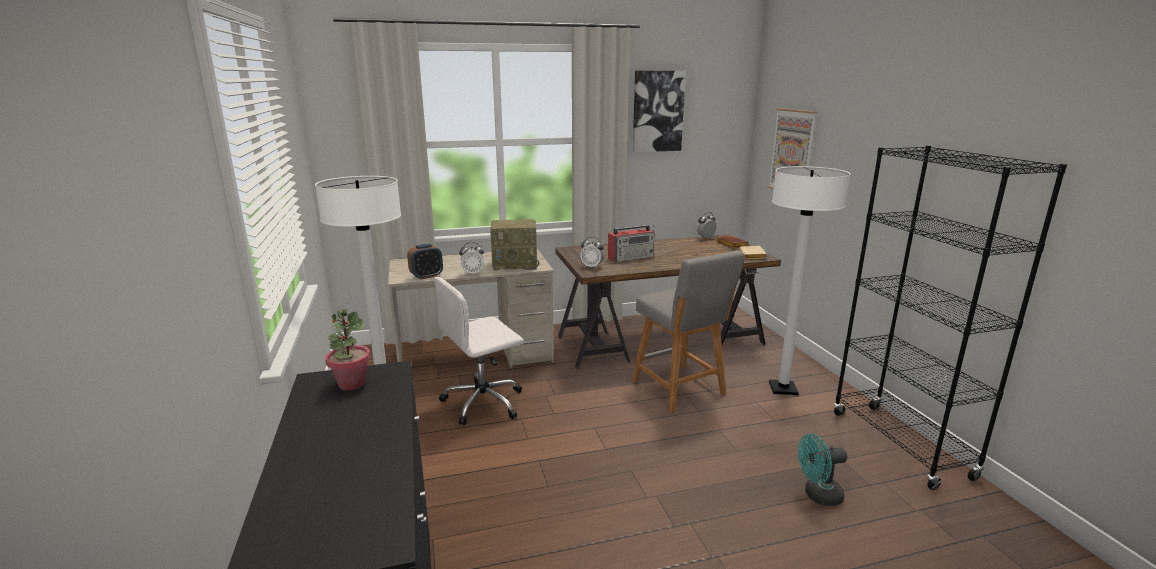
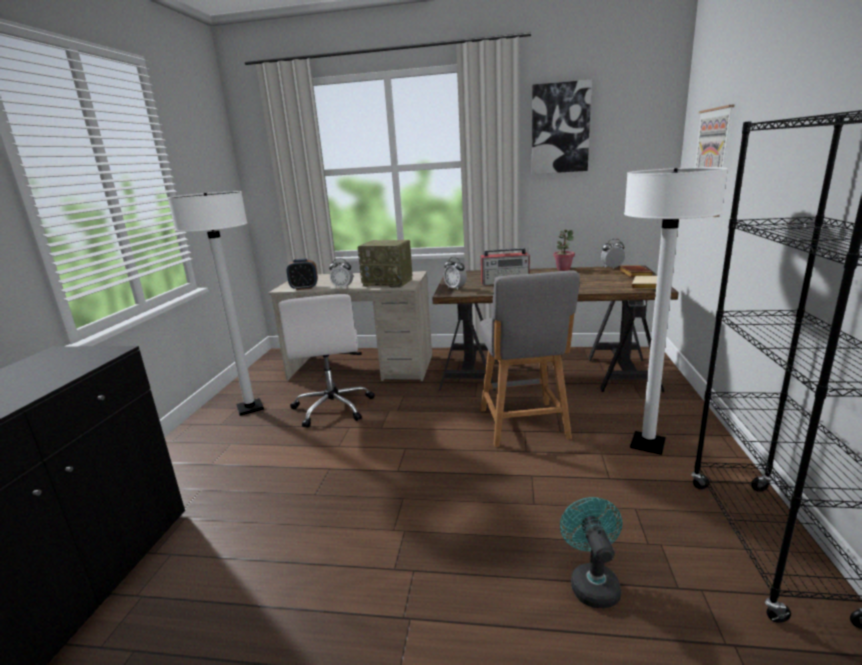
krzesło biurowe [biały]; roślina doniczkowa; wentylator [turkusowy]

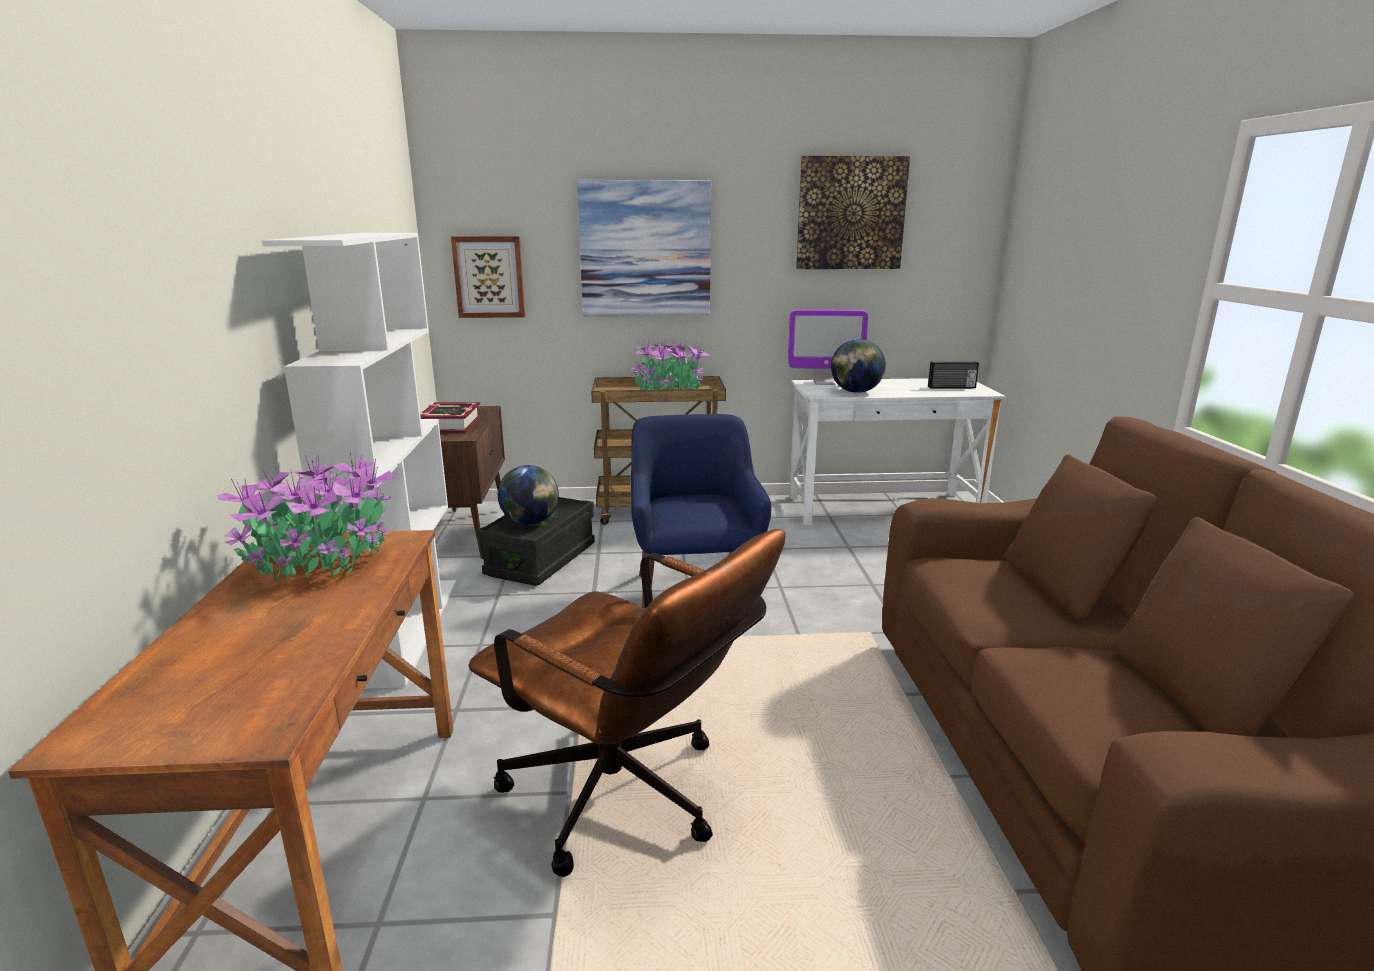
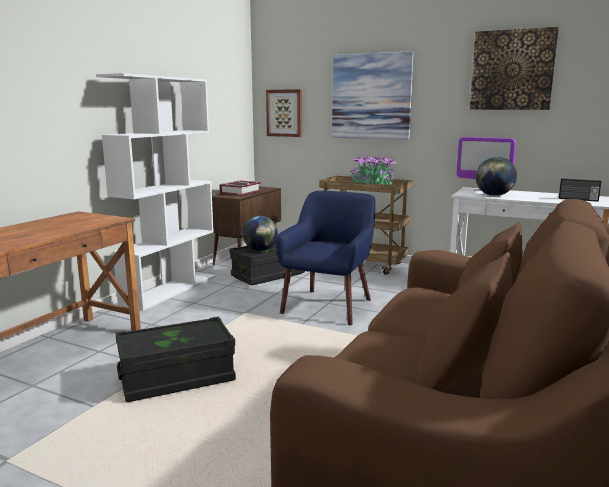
pojemnik do przechowywania [czarny] (1st from left); roślina doniczkowa (1st from left in the first image)

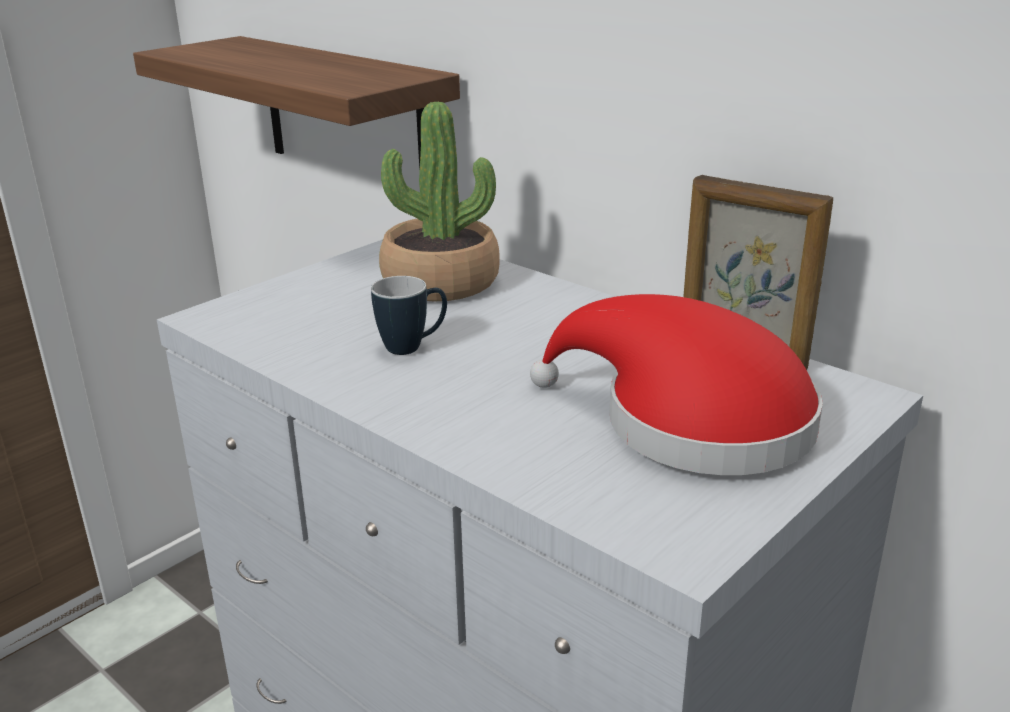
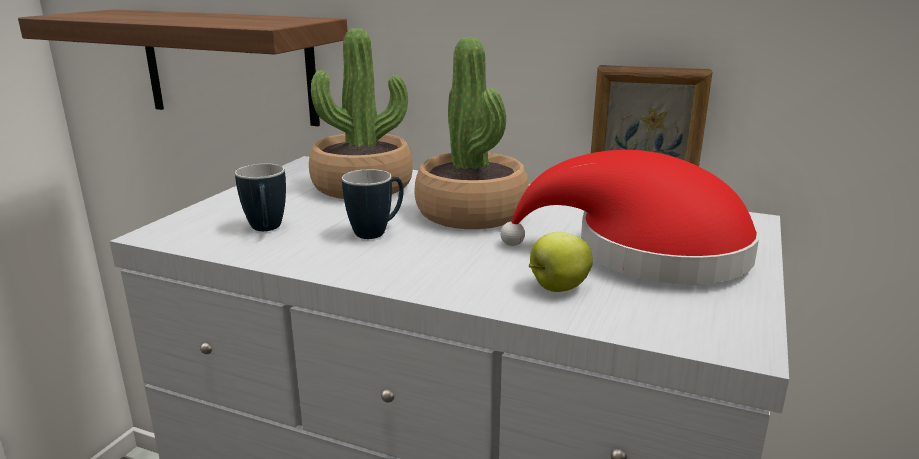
kubek (1st from left); roślina doniczkowa (2nd from left); jabłko

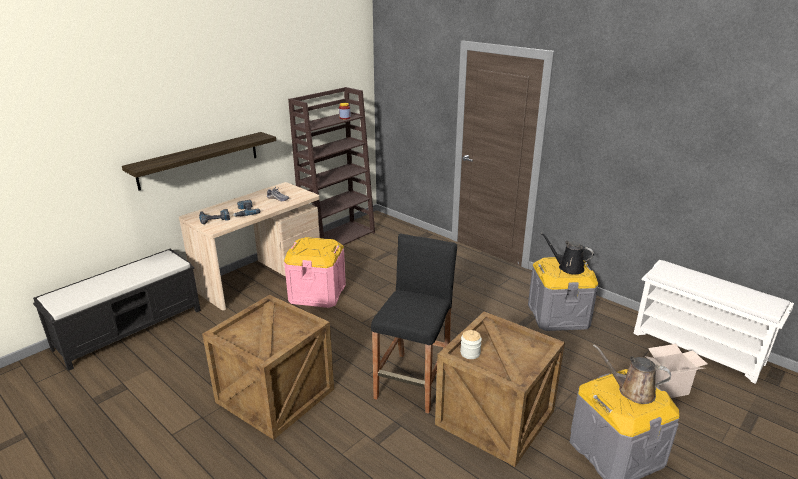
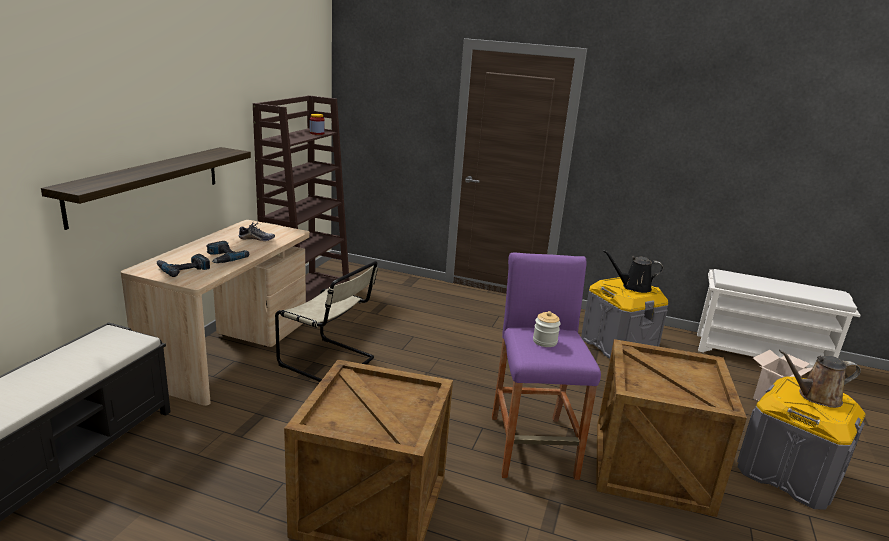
krzesło [beżowy]; stołek [fioletowy]; słoik (2nd from left)

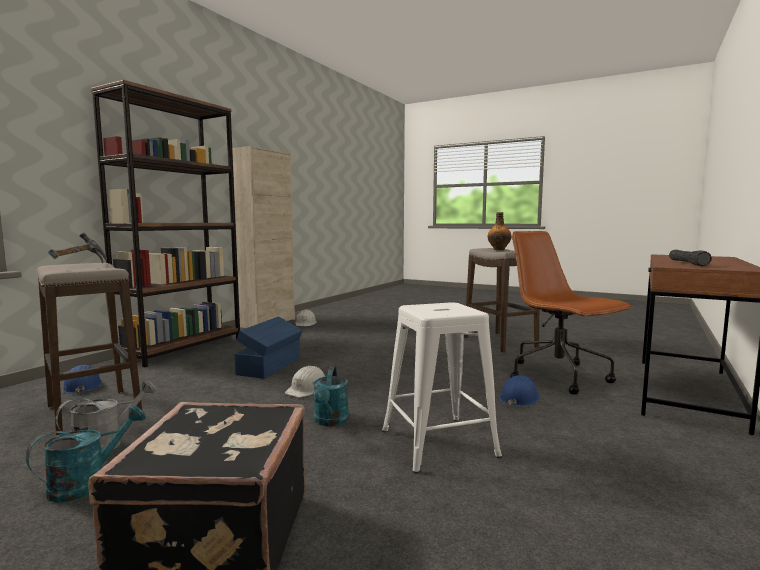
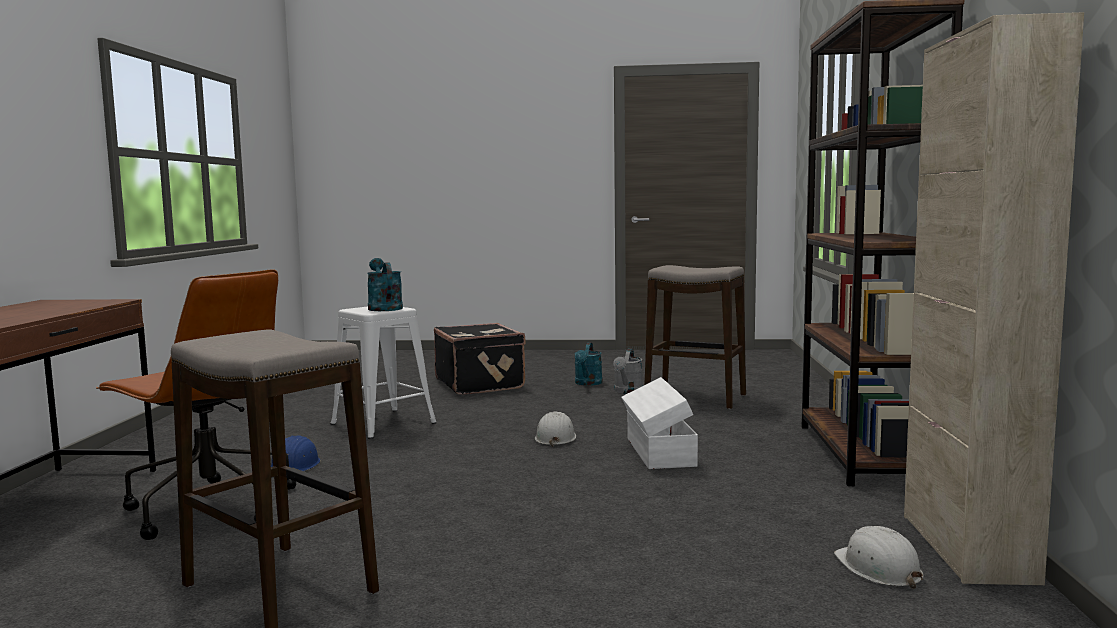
konewka [turkusowy] (1st from left); pojemnik do przechowywania [biały]; młotek; kask [niebieski] (1st from left in the first image); butelka; latarka [czarny]

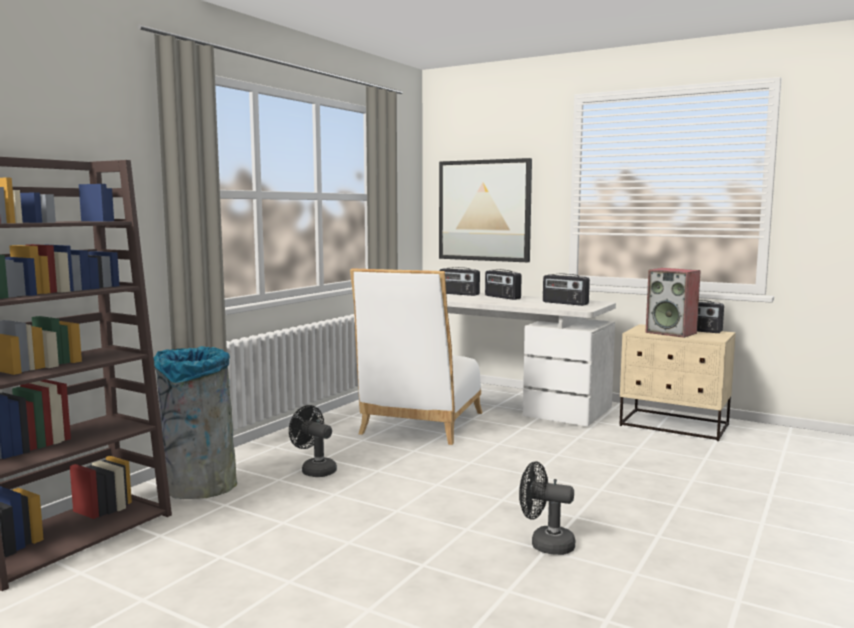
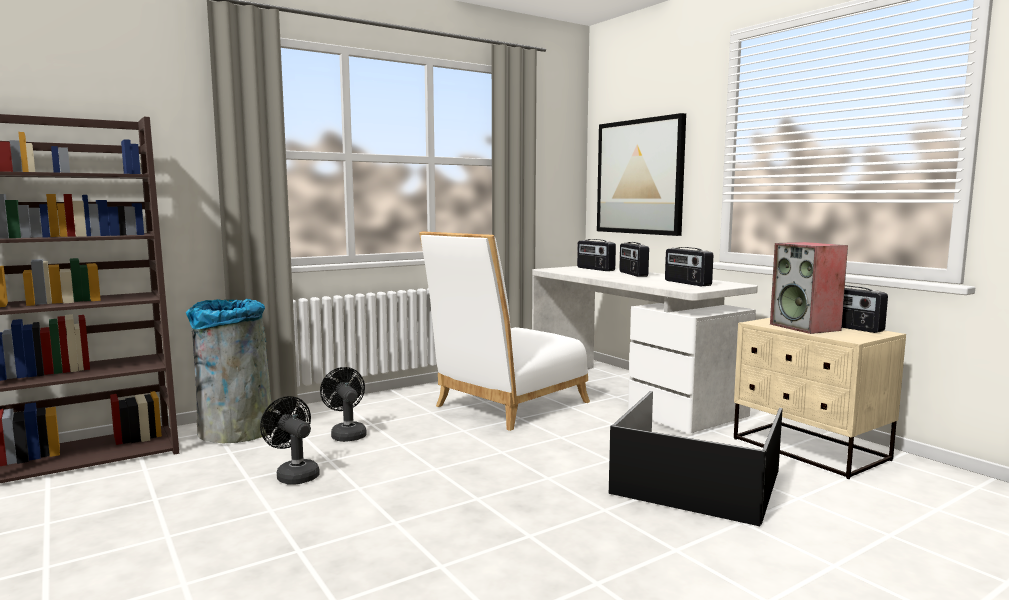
wentylator [czarny] (1st from left); pojemnik do przechowywania [czarny]

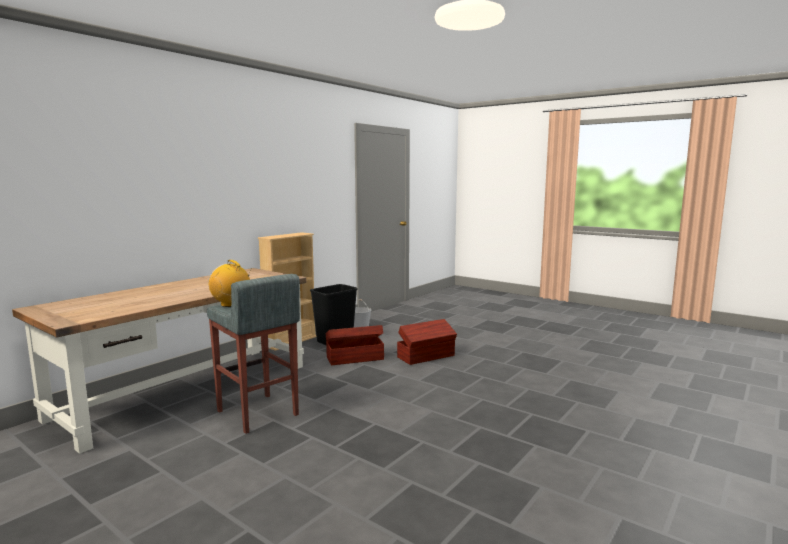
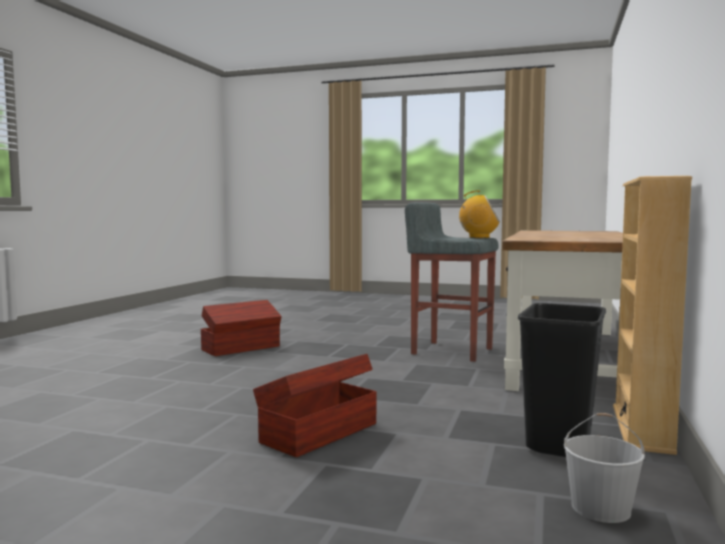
pojemnik do przechowywania [brązowy] (1st from left)

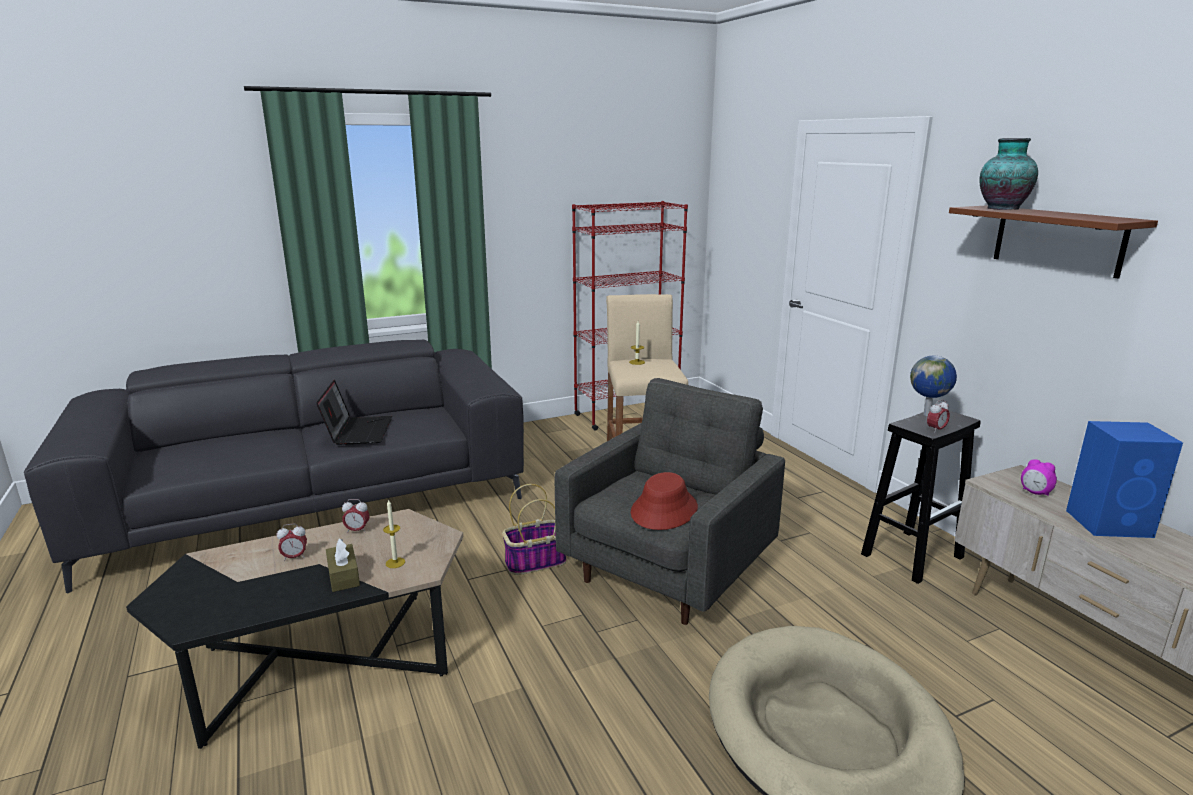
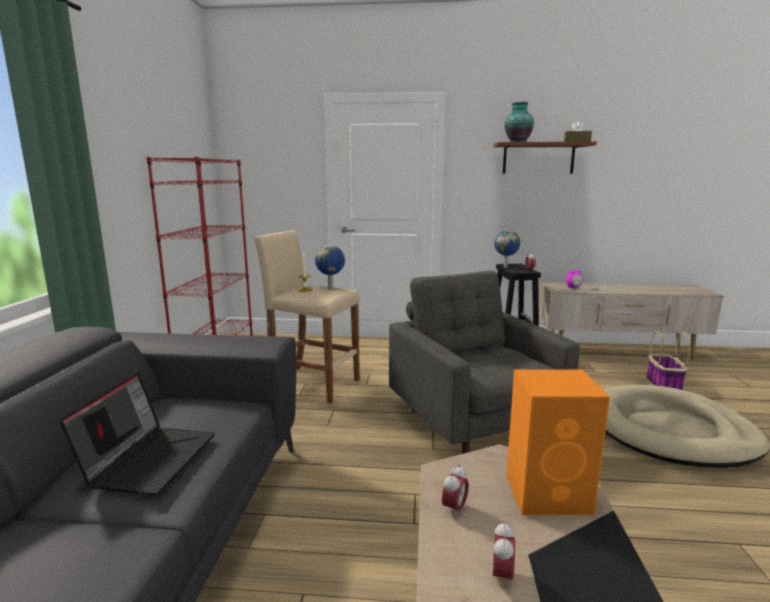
laptop; globus (1st from left); głośnik [pomarańczowy]; pudełko chusteczek [brązowy]; koszyk; kapelusz [czerwony]; głośnik [niebieski]

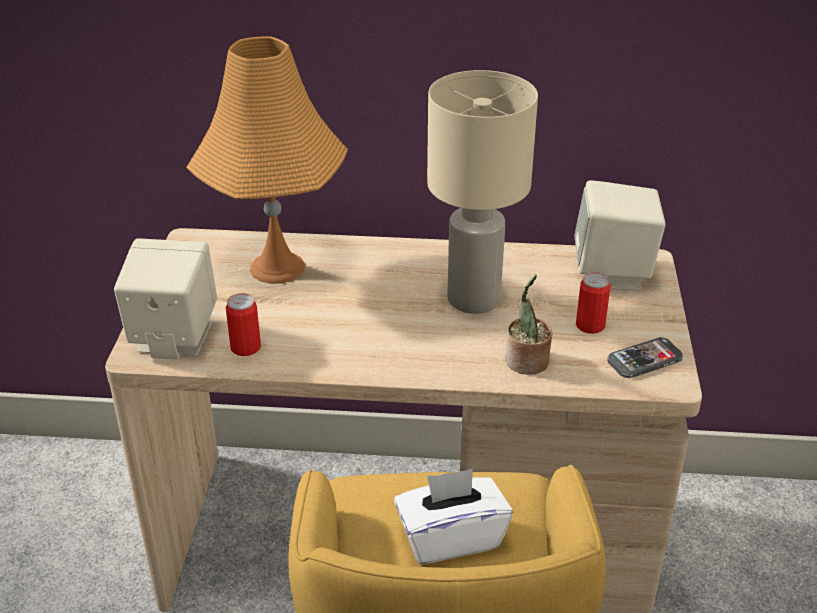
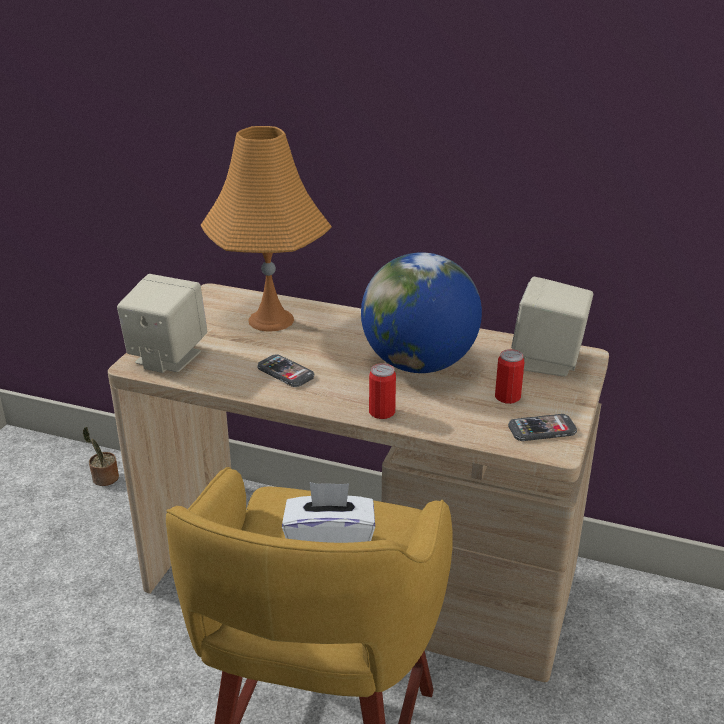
roślina doniczkowa; telefon (1st from left); globus; puszka (1st from left)

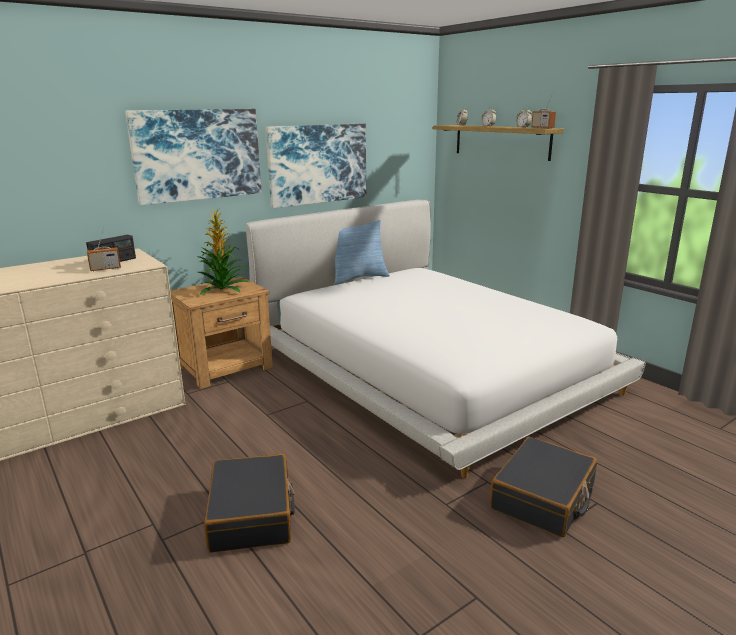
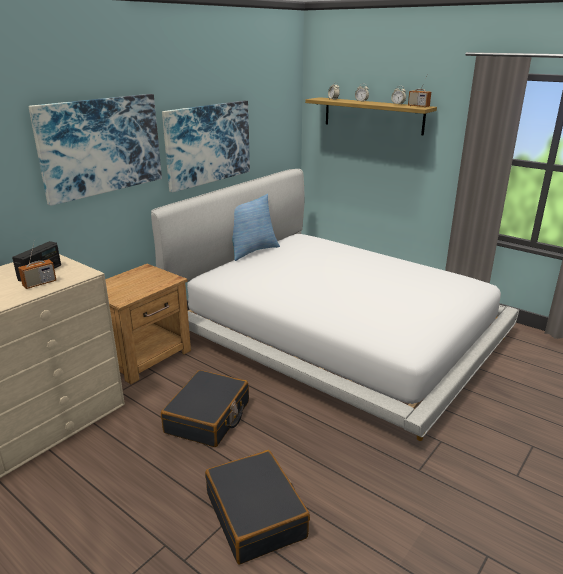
walizka [czarny] (1st from left); roślina doniczkowa

